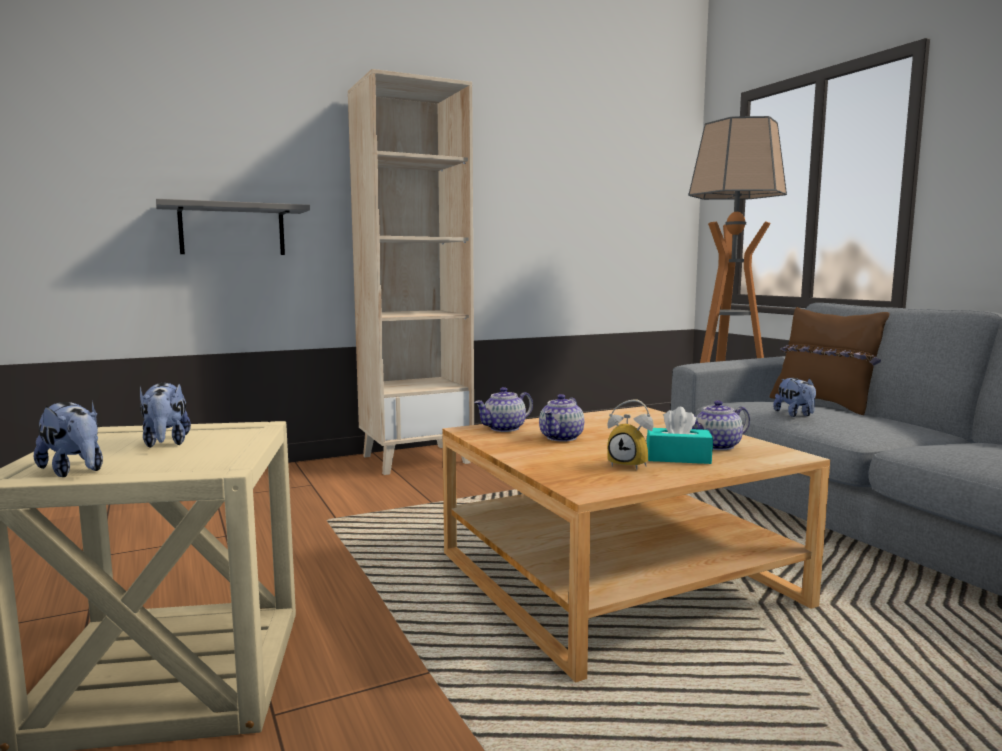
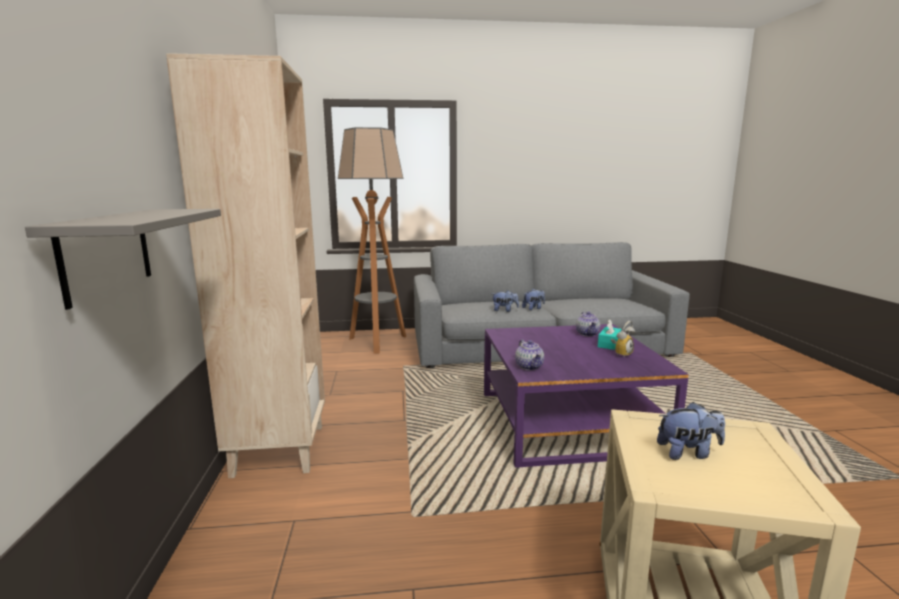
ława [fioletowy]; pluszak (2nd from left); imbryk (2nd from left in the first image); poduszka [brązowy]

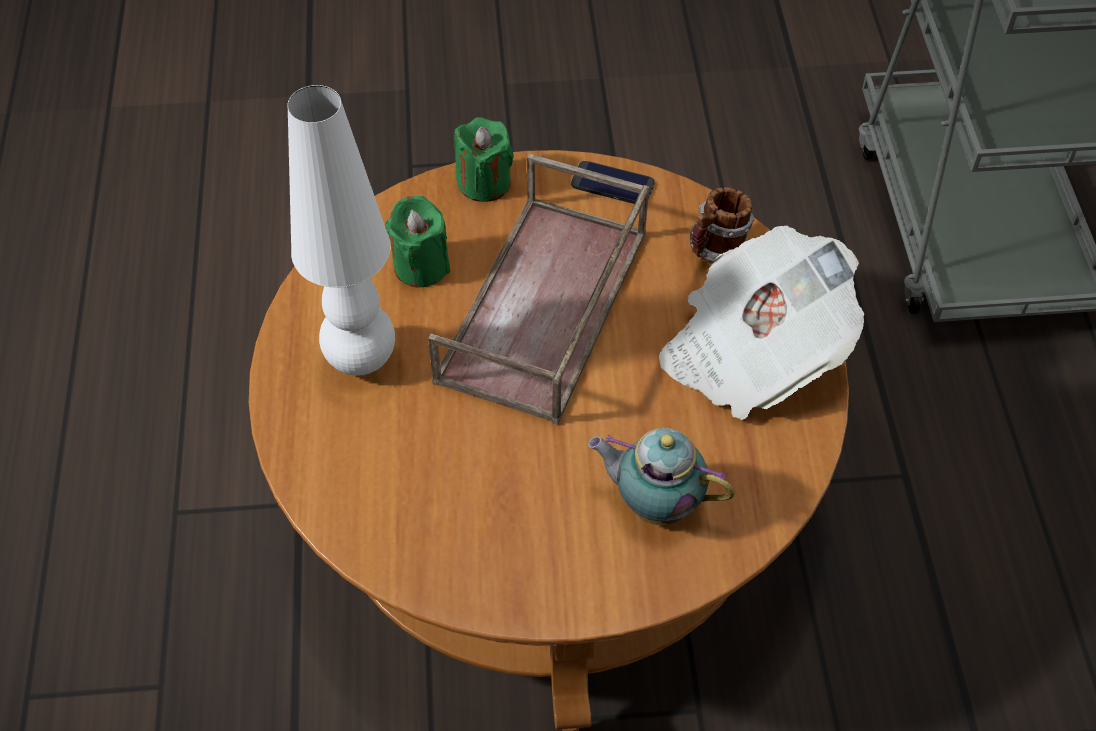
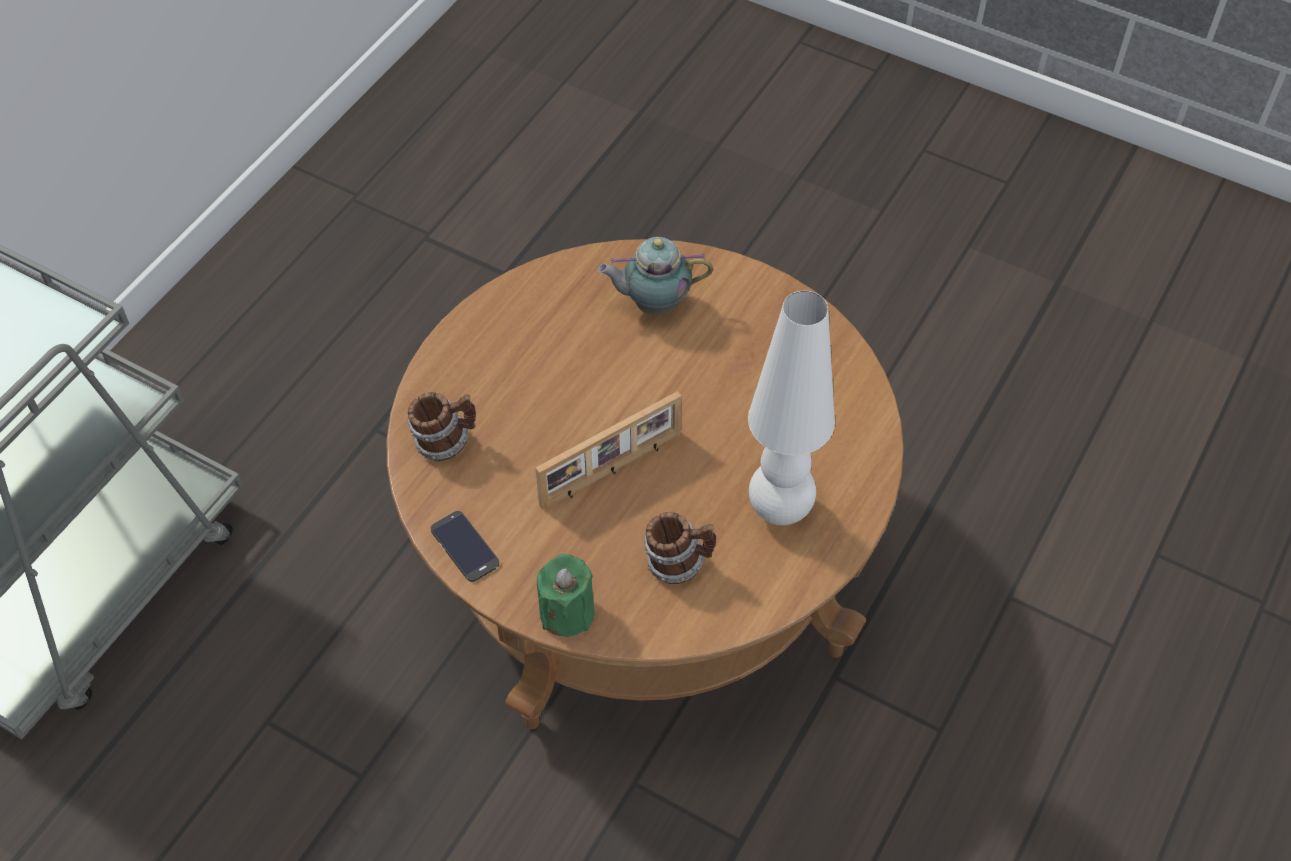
ramka na zdjęcie; imbryk; kubek (2nd from left); gazeta

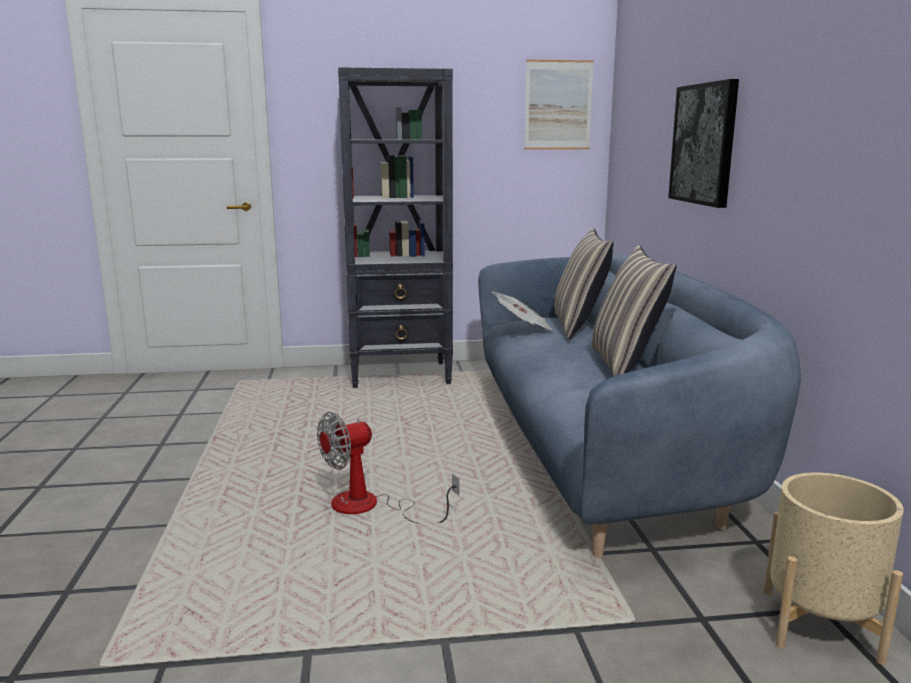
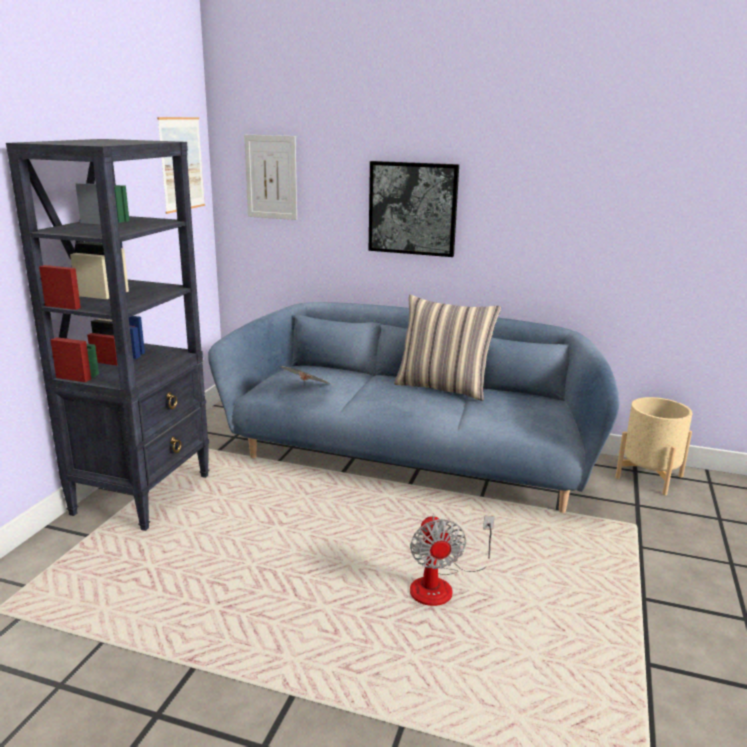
obraz (2nd from left); poduszka (1st from left in the first image)

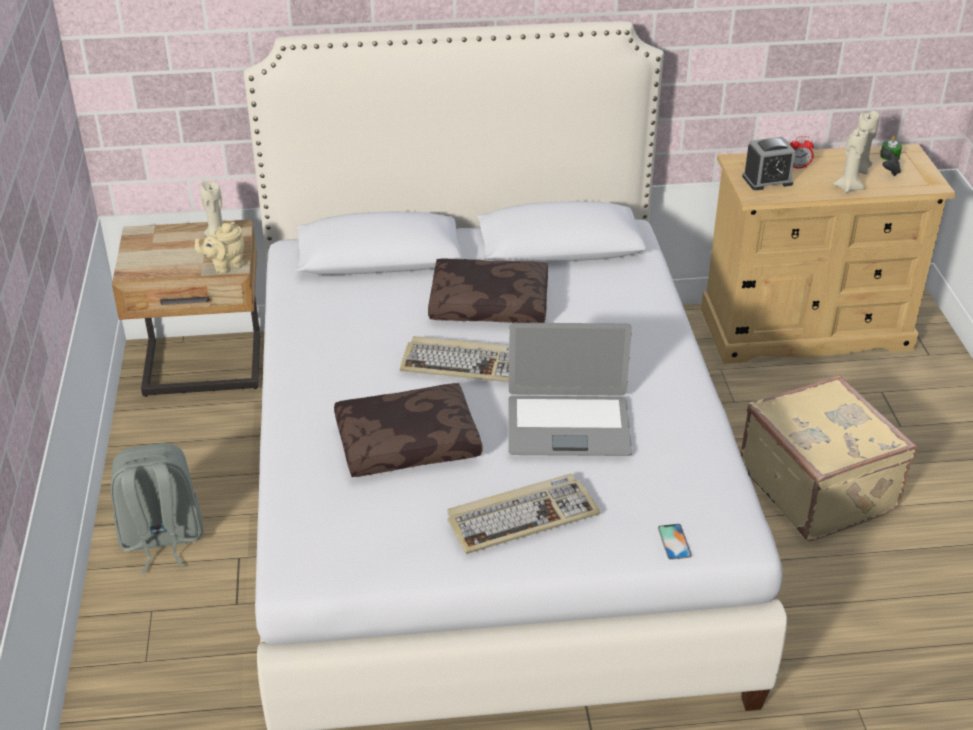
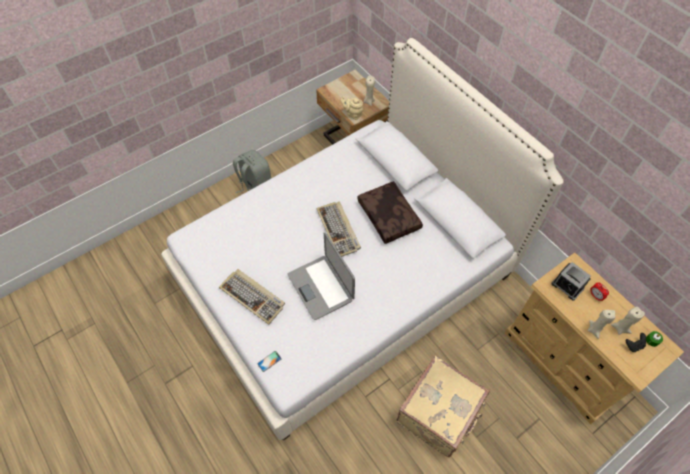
poduszka [brązowy] (1st from left in the first image)

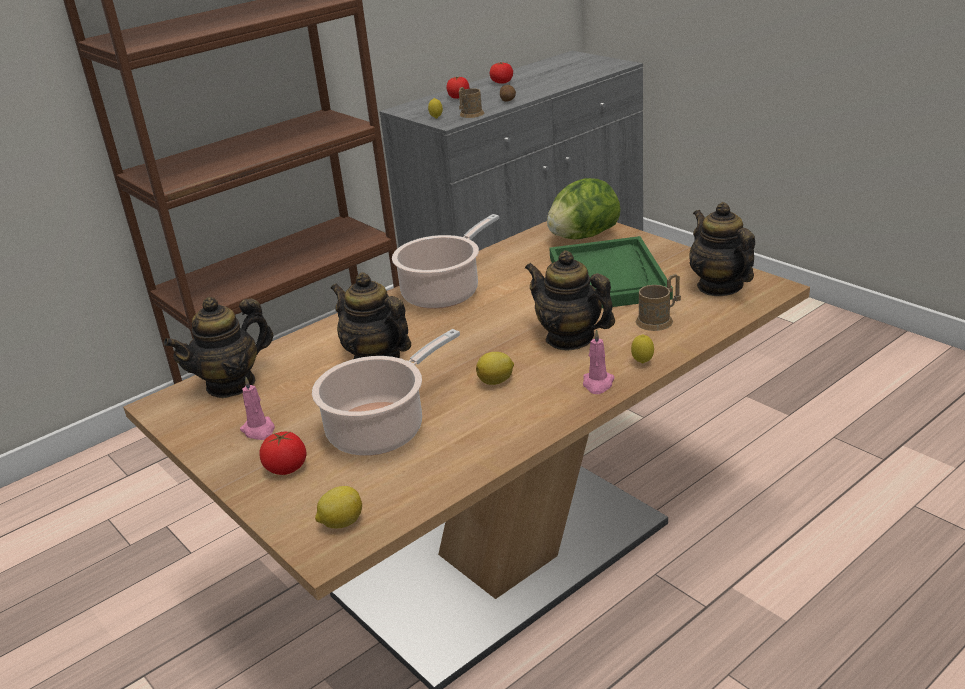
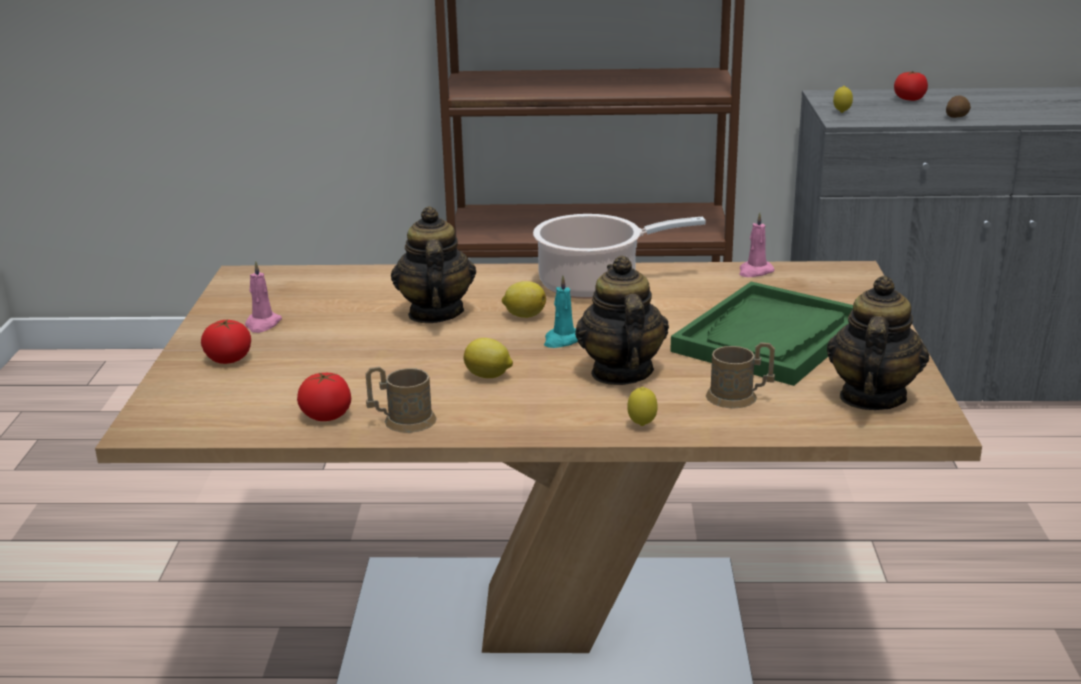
pomidor (2nd from left); kubek [brązowy] (1st from left); cytryna (2nd from left); świeca [turkusowy]; świeca [różowy] (2nd from left); imbryk (1st from left in the first image); garnek (1st from left in the first image); sałata

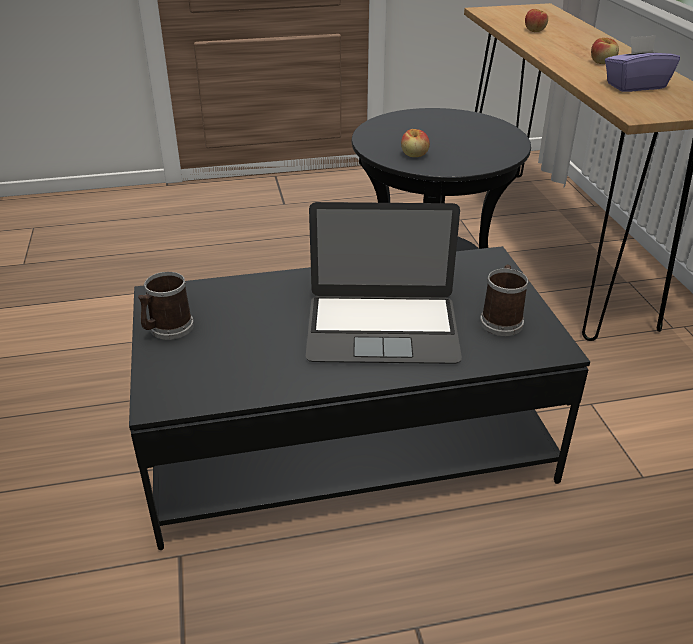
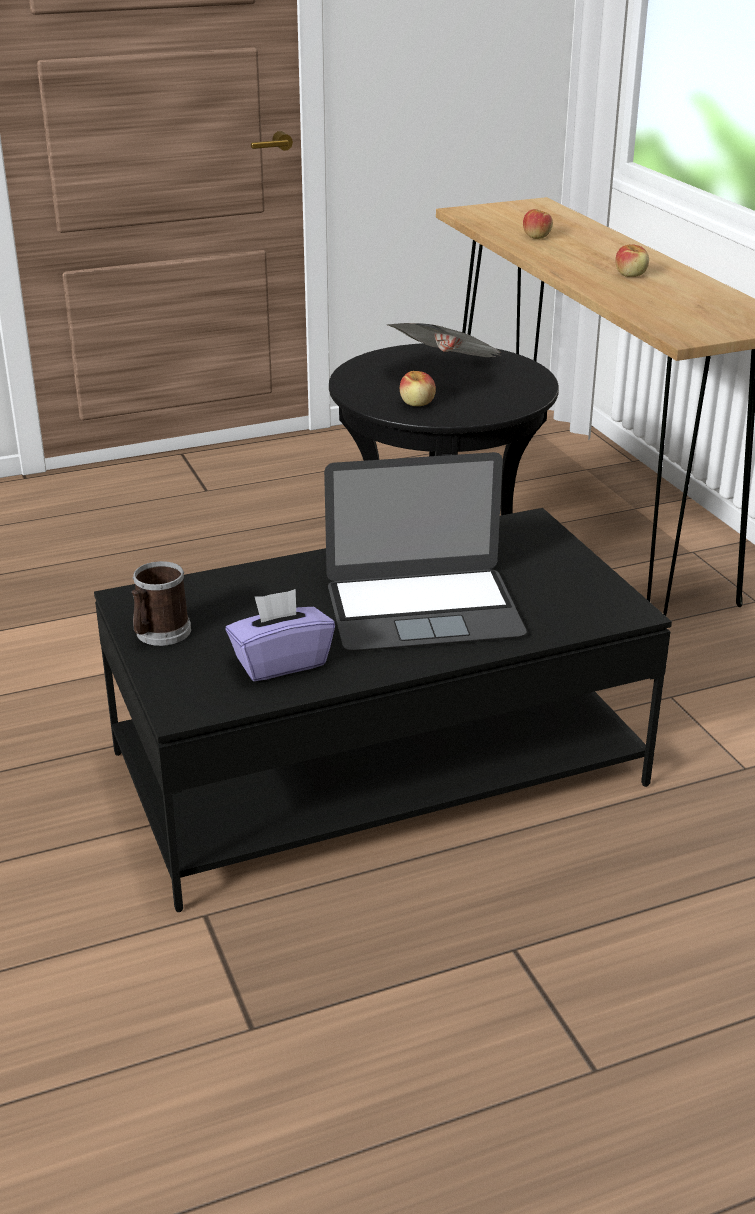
pudełko chusteczek [fioletowy]; gazeta; kubek (2nd from left in the first image)

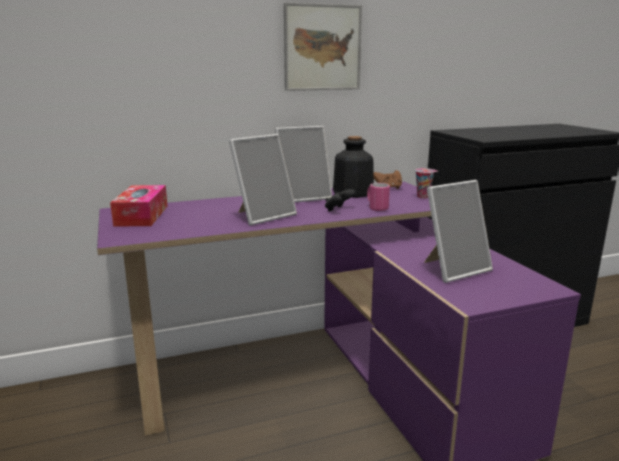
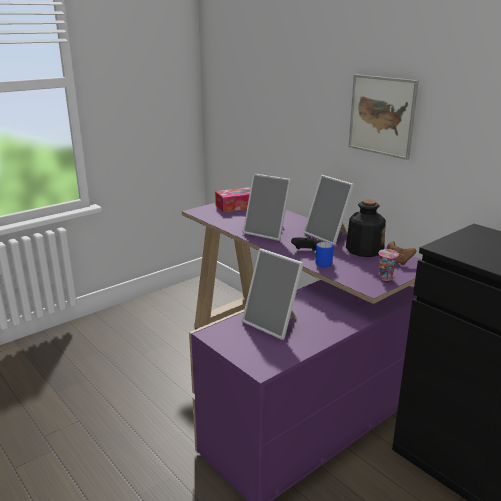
kubek [niebieski]

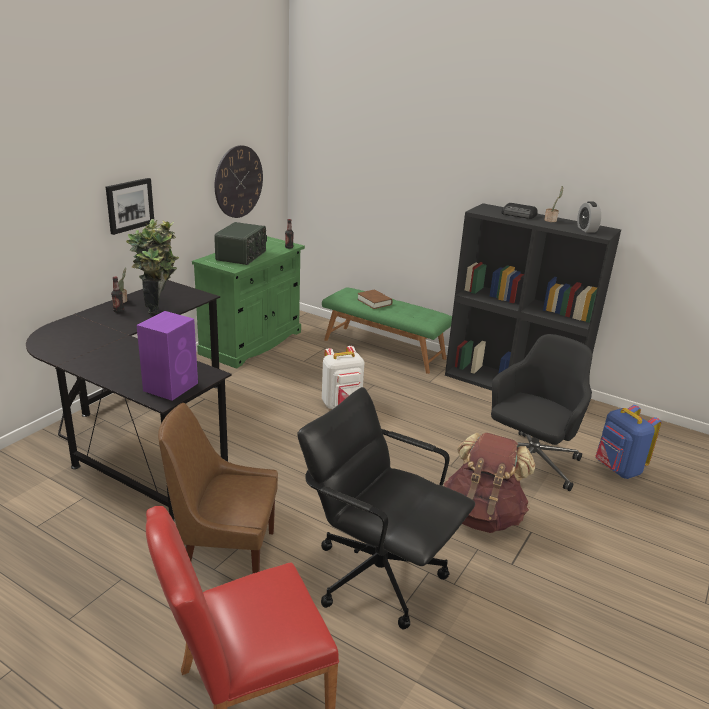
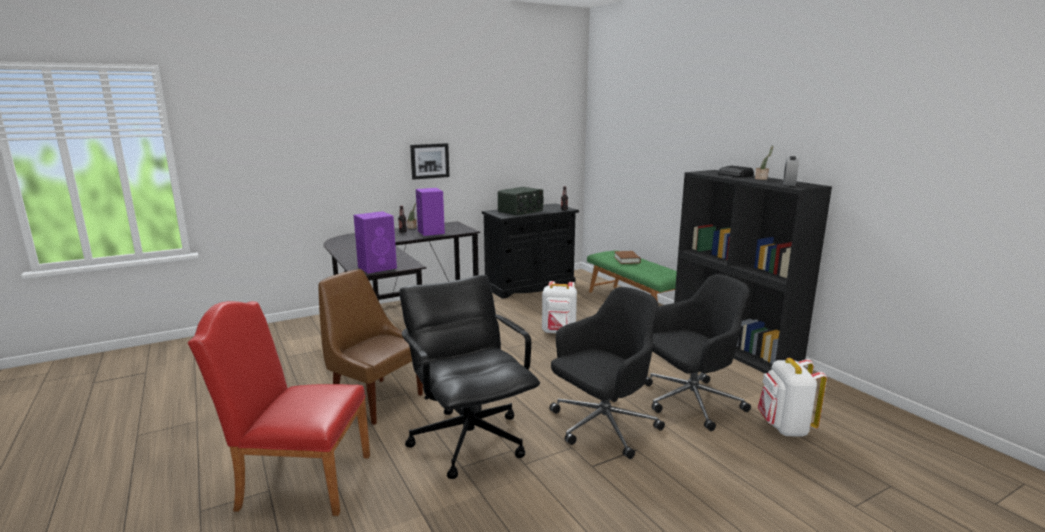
głośnik [fioletowy] (2nd from left); szafka [czarny]; krzesło biurowe [czarny] (2nd from left); plecak [biały] (2nd from left); zegar ścienny

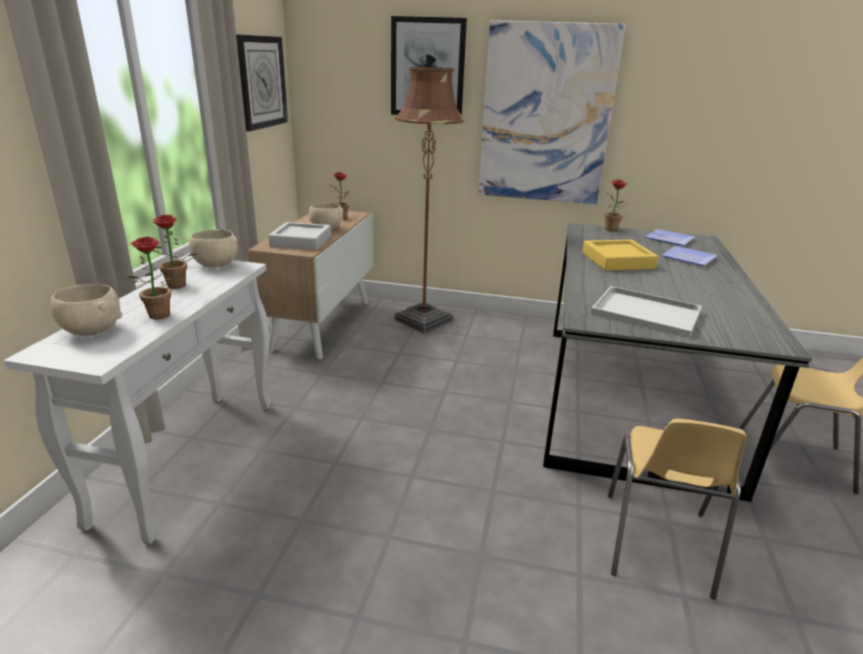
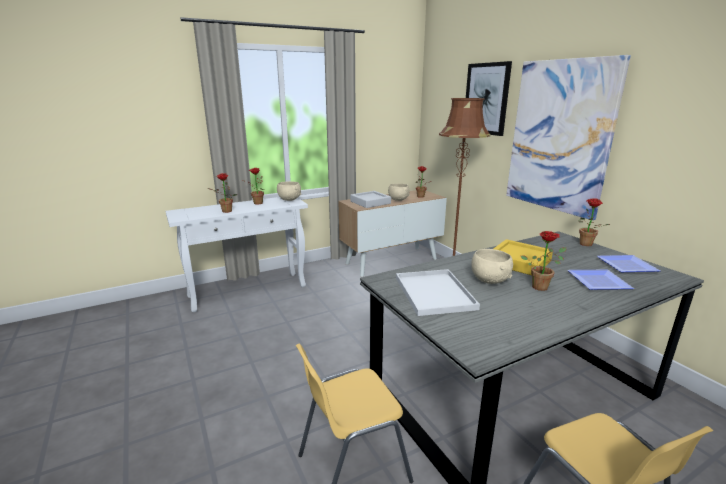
miska [beżowy] (3rd from left); roślina doniczkowa (4th from left); zegar ścienny

